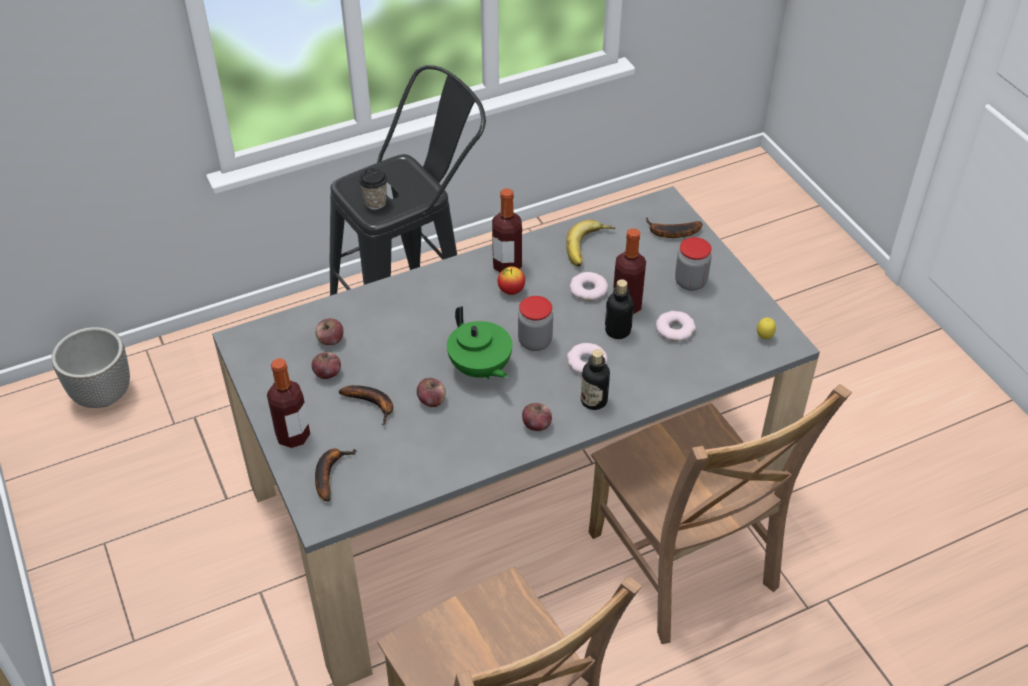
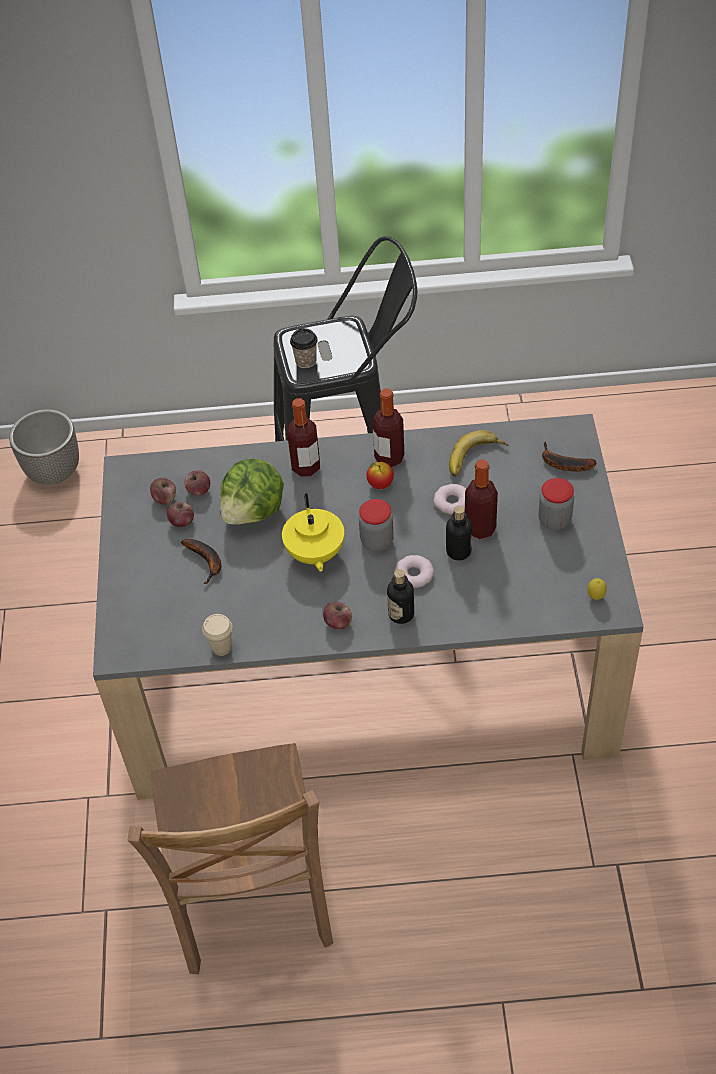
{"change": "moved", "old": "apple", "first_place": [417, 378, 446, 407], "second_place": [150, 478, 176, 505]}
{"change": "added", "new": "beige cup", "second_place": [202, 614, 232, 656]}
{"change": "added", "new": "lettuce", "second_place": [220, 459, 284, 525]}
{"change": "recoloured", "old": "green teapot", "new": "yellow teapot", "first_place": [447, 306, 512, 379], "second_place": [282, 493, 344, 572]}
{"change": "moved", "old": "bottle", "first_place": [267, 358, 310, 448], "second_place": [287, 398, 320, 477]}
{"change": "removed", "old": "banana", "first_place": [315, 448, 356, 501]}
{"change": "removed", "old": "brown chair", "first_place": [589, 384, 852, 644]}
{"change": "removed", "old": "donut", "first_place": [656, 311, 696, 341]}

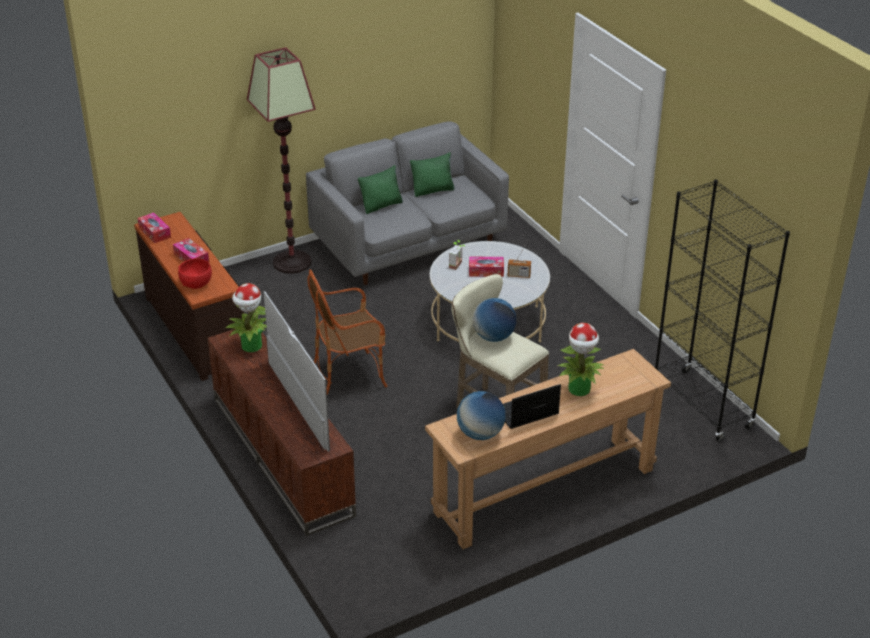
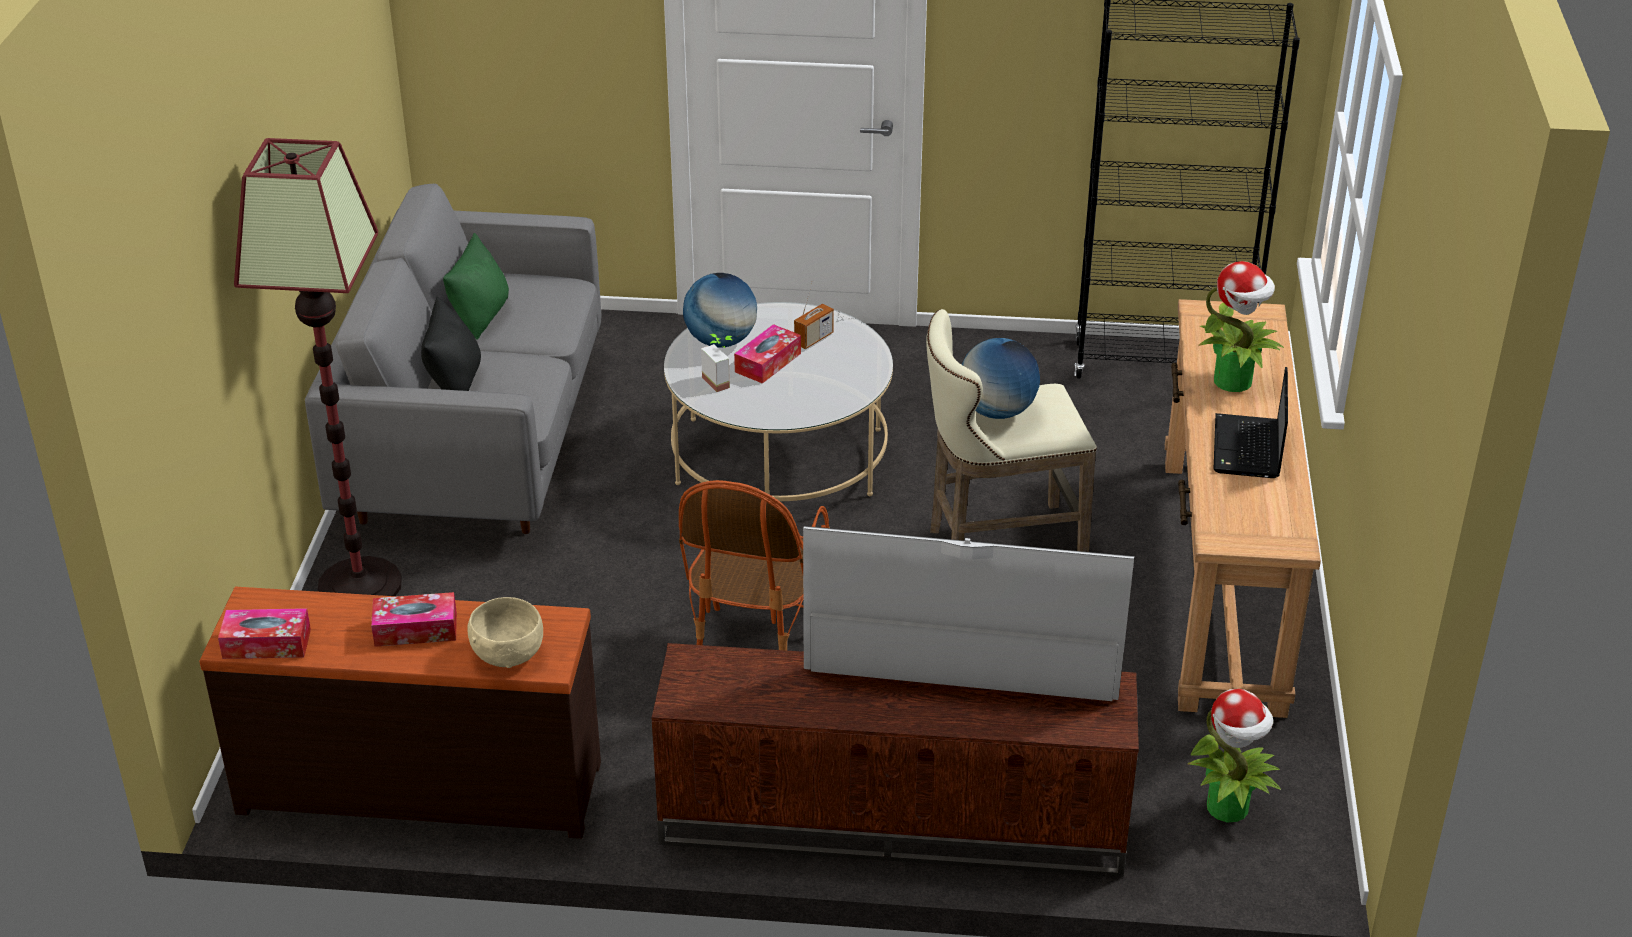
{"change": "recoloured", "old": "green pillow", "new": "black pillow", "first_place": [358, 165, 403, 214], "second_place": [421, 297, 481, 391]}
{"change": "recoloured", "old": "red bowl", "new": "beige bowl", "first_place": [178, 258, 212, 289], "second_place": [467, 597, 543, 668]}
{"change": "moved", "old": "globe", "first_place": [457, 391, 505, 440], "second_place": [683, 273, 757, 347]}
{"change": "moved", "old": "potted plant", "first_place": [226, 283, 267, 352], "second_place": [1187, 689, 1281, 822]}

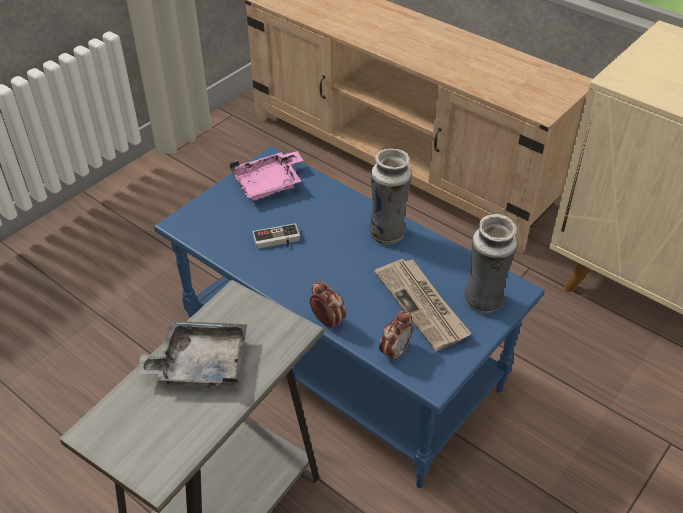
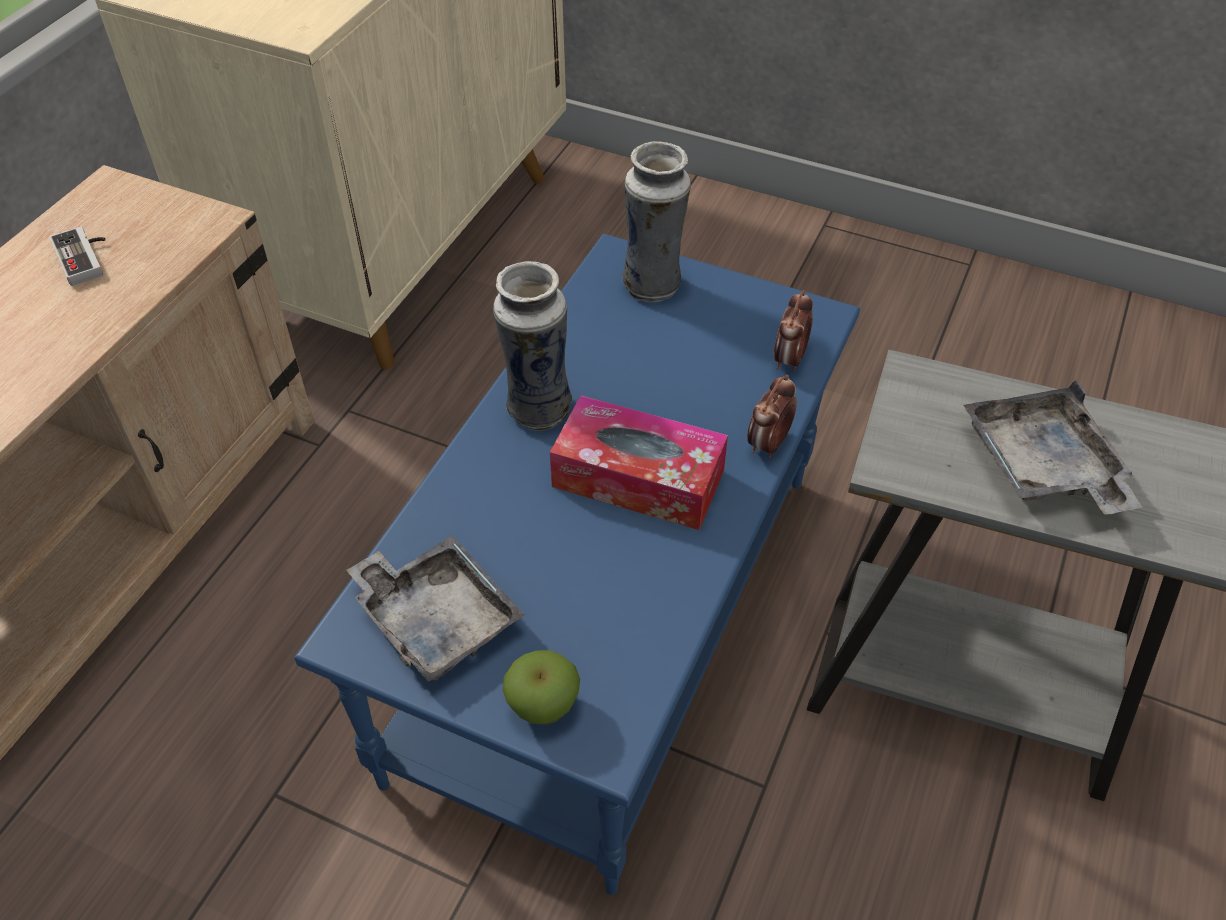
{"change": "moved", "old": "game controller", "first_place": [252, 223, 300, 249], "second_place": [49, 226, 106, 286]}
{"change": "recoloured", "old": "pink tray", "new": "grey tray", "first_place": [230, 151, 304, 201], "second_place": [346, 535, 524, 682]}
{"change": "added", "new": "apple", "second_place": [503, 650, 580, 725]}
{"change": "added", "new": "tissue box", "second_place": [550, 395, 728, 530]}
{"change": "turned", "old": "alarm clock", "first_place": [379, 310, 413, 362], "second_place": [774, 290, 813, 371], "degrees": -90}
{"change": "removed", "old": "newspaper", "first_place": [374, 259, 472, 351]}

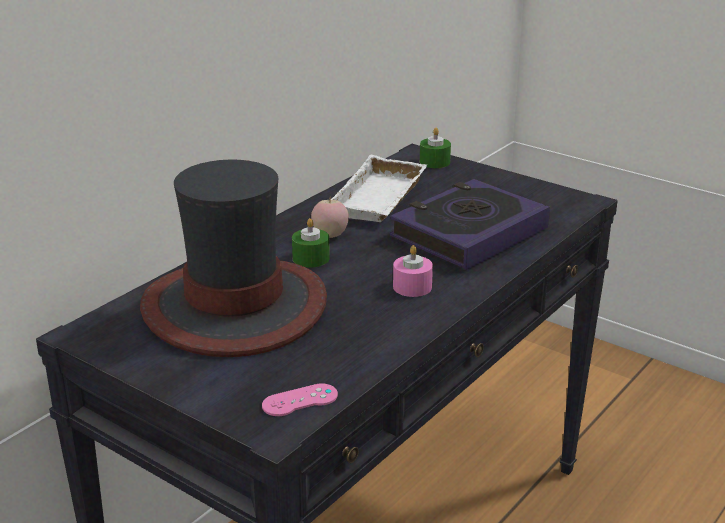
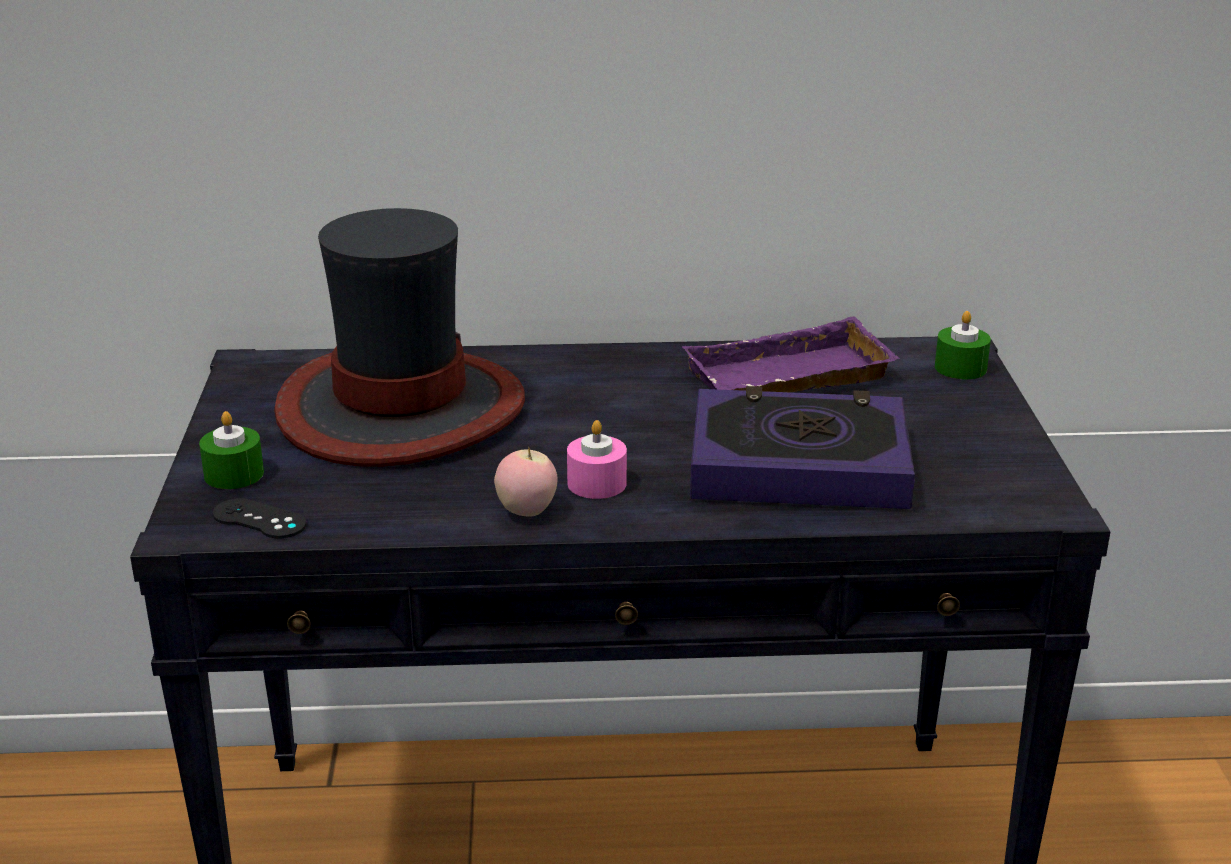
{"change": "moved", "old": "green candle", "first_place": [292, 218, 330, 267], "second_place": [199, 411, 264, 489]}
{"change": "recoloured", "old": "pink game controller", "new": "black game controller", "first_place": [262, 384, 338, 416], "second_place": [213, 498, 306, 538]}
{"change": "moved", "old": "apple", "first_place": [311, 198, 349, 238], "second_place": [494, 447, 558, 517]}
{"change": "recoloured", "old": "white tray", "new": "purple tray", "first_place": [331, 155, 427, 222], "second_place": [682, 317, 900, 392]}

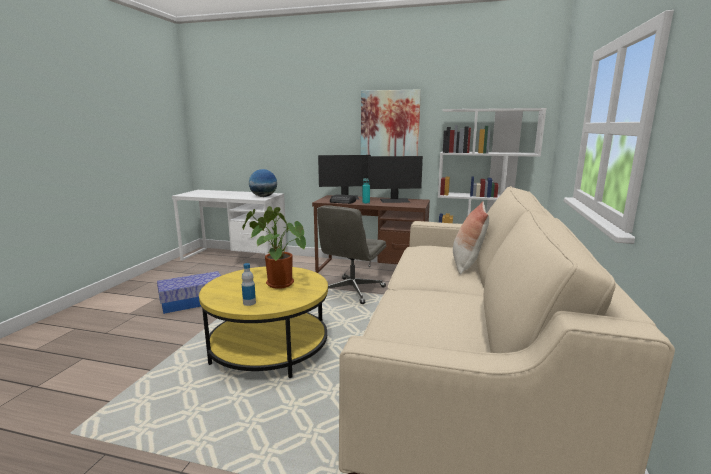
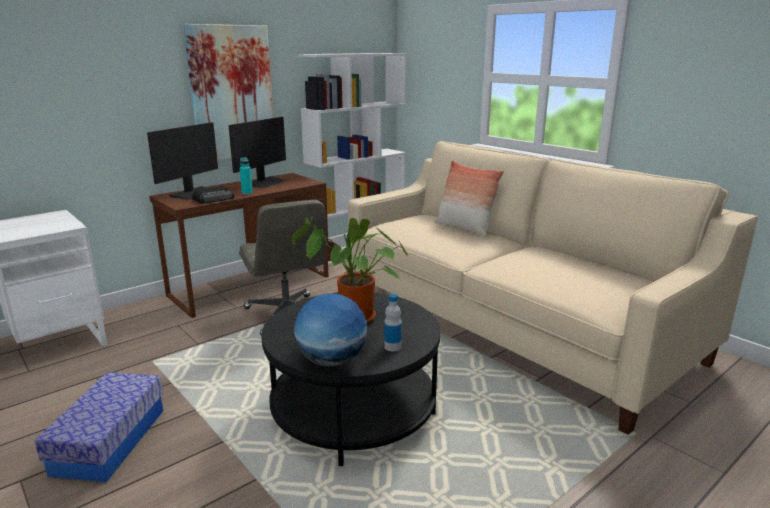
{"change": "recoloured", "old": "yellow coffee table", "new": "black coffee table", "first_place": [199, 266, 328, 378], "second_place": [262, 293, 440, 466]}
{"change": "moved", "old": "globe", "first_place": [249, 169, 277, 197], "second_place": [294, 293, 367, 367]}

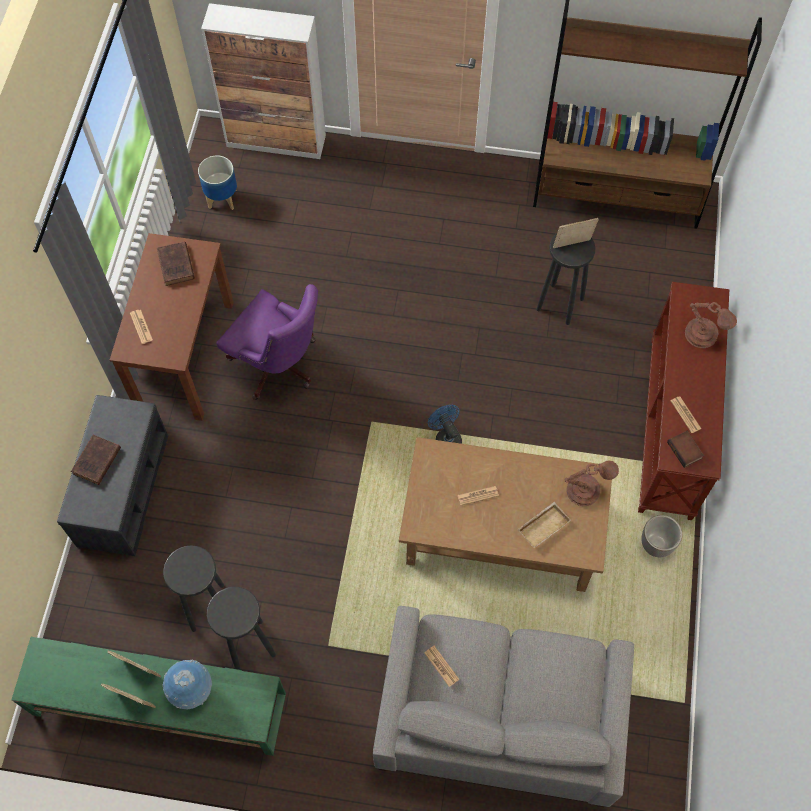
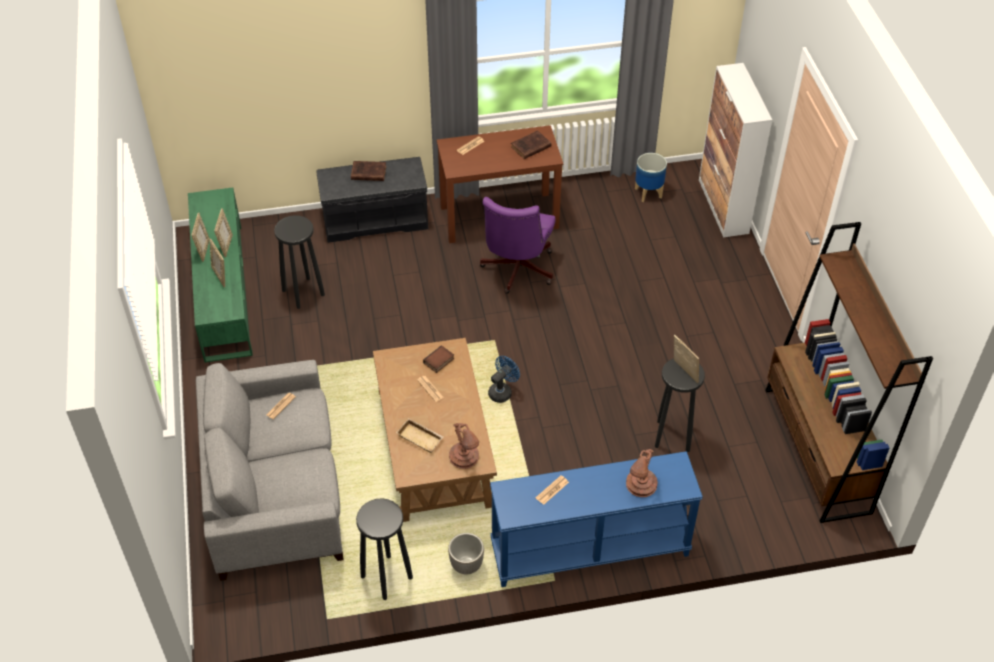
{"change": "replaced", "old": "globe", "new": "picture frame", "first_place": [162, 660, 212, 709], "second_place": [210, 239, 225, 287]}
{"change": "moved", "old": "black stool", "first_place": [207, 587, 276, 670], "second_place": [356, 498, 413, 600]}
{"change": "moved", "old": "book", "first_place": [667, 431, 704, 468], "second_place": [423, 345, 454, 373]}
{"change": "recoloured", "old": "brown console table", "new": "blue console table", "first_place": [638, 282, 729, 520], "second_place": [490, 451, 703, 587]}

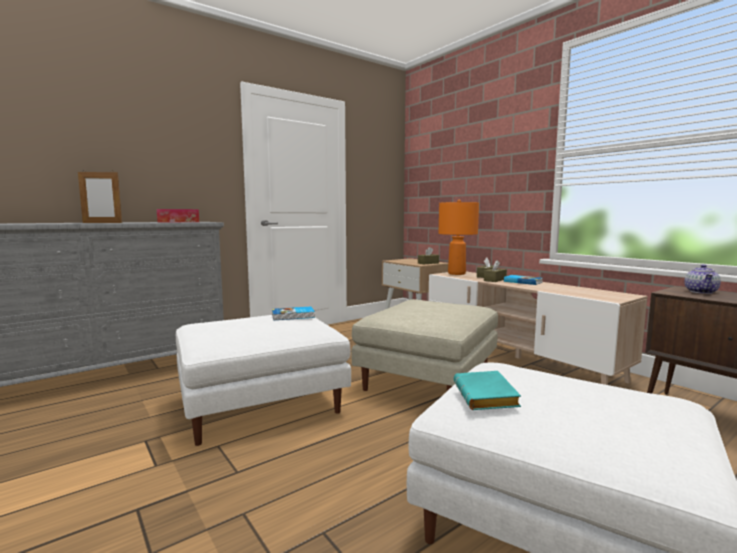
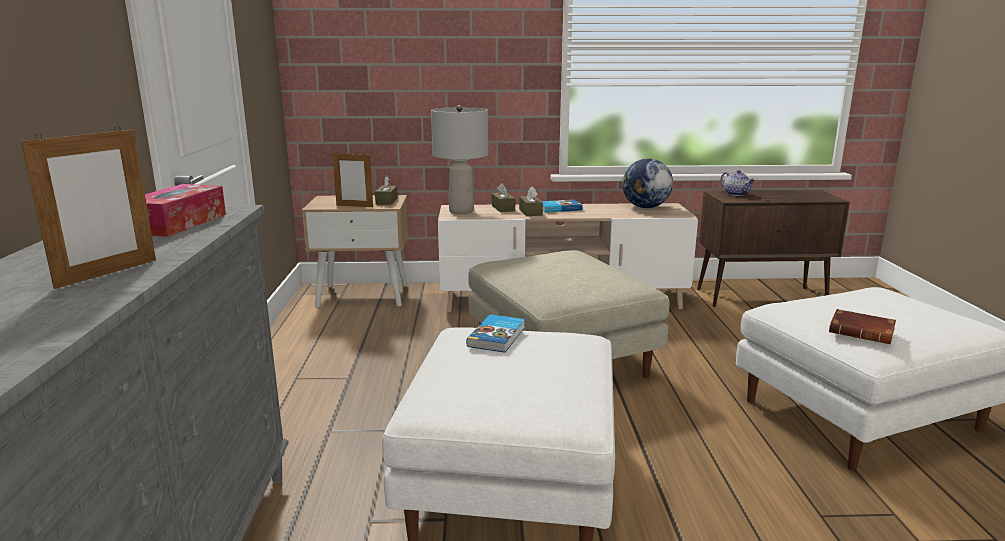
{"change": "added", "new": "picture frame", "second_place": [332, 153, 373, 207]}
{"change": "recoloured", "old": "orange table lamp", "new": "grey table lamp", "first_place": [438, 200, 479, 275], "second_place": [431, 105, 488, 214]}
{"change": "added", "new": "globe", "second_place": [622, 158, 673, 208]}
{"change": "recoloured", "old": "turquoise book", "new": "brown book", "first_place": [454, 371, 521, 410], "second_place": [829, 309, 896, 344]}

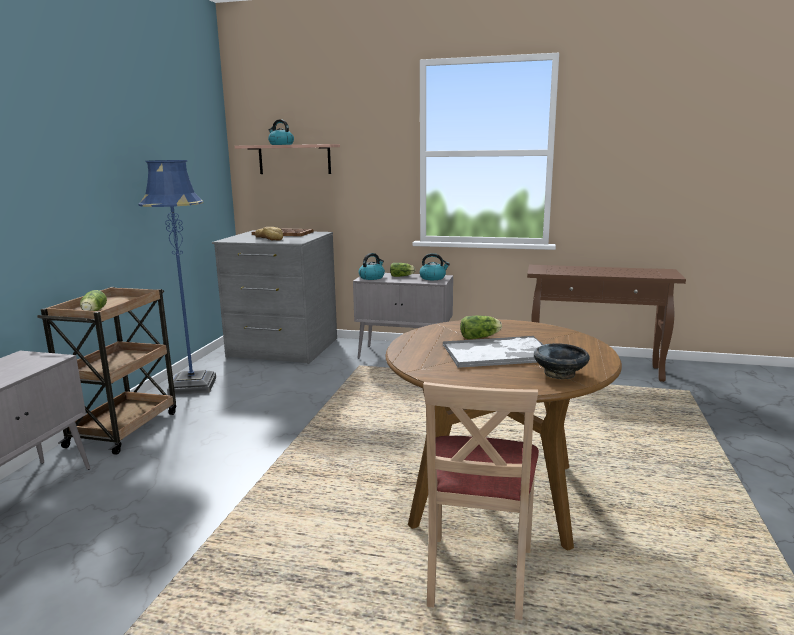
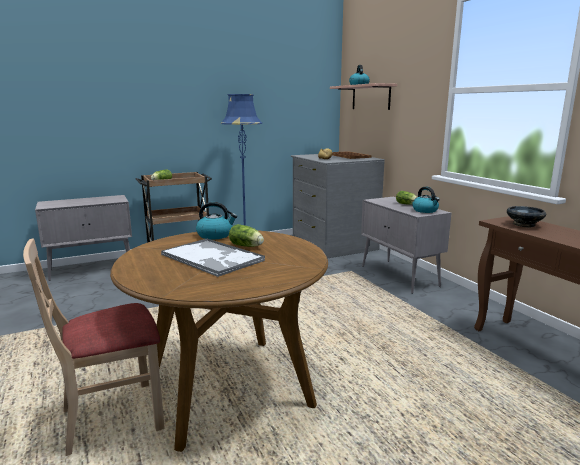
{"change": "moved", "old": "kettle", "first_place": [359, 253, 385, 280], "second_place": [196, 202, 237, 239]}
{"change": "moved", "old": "black bowl", "first_place": [534, 343, 590, 379], "second_place": [507, 206, 546, 227]}

